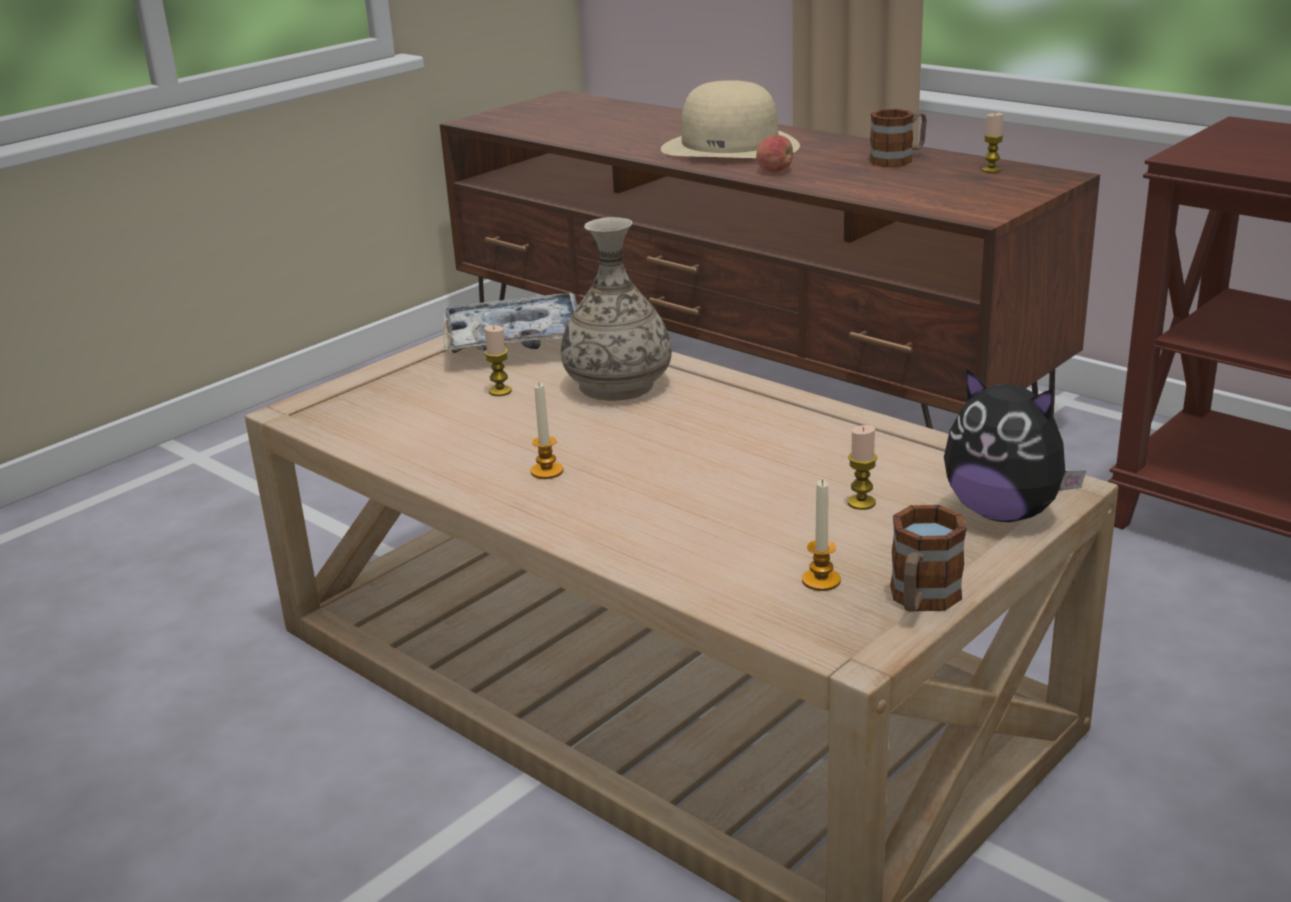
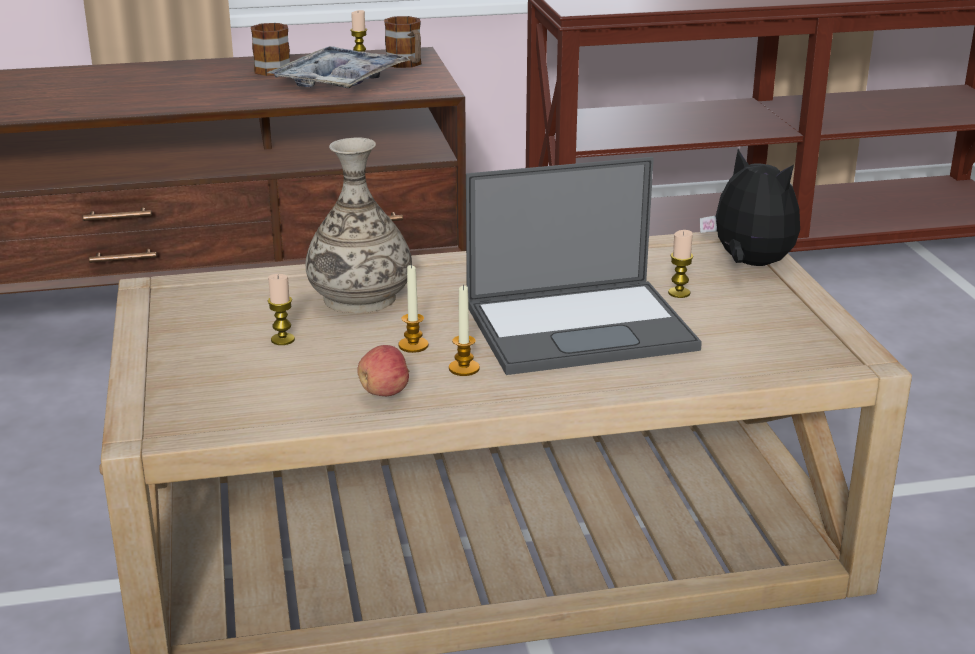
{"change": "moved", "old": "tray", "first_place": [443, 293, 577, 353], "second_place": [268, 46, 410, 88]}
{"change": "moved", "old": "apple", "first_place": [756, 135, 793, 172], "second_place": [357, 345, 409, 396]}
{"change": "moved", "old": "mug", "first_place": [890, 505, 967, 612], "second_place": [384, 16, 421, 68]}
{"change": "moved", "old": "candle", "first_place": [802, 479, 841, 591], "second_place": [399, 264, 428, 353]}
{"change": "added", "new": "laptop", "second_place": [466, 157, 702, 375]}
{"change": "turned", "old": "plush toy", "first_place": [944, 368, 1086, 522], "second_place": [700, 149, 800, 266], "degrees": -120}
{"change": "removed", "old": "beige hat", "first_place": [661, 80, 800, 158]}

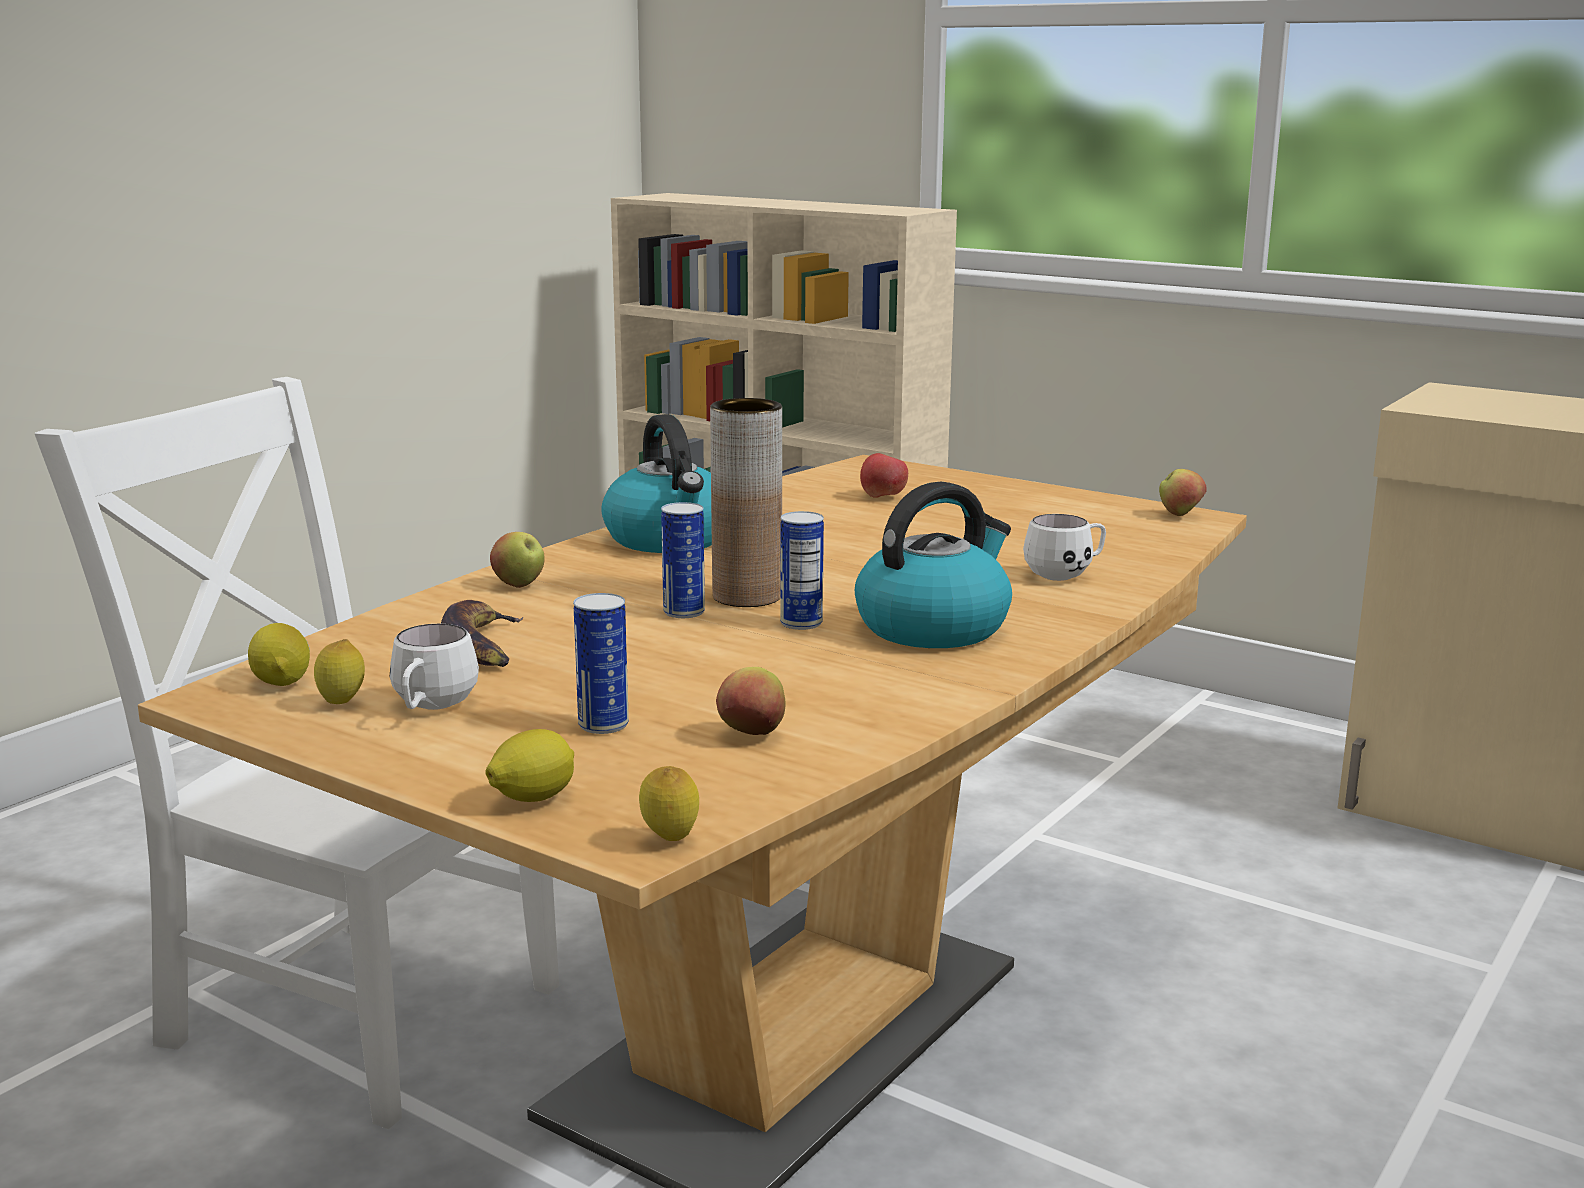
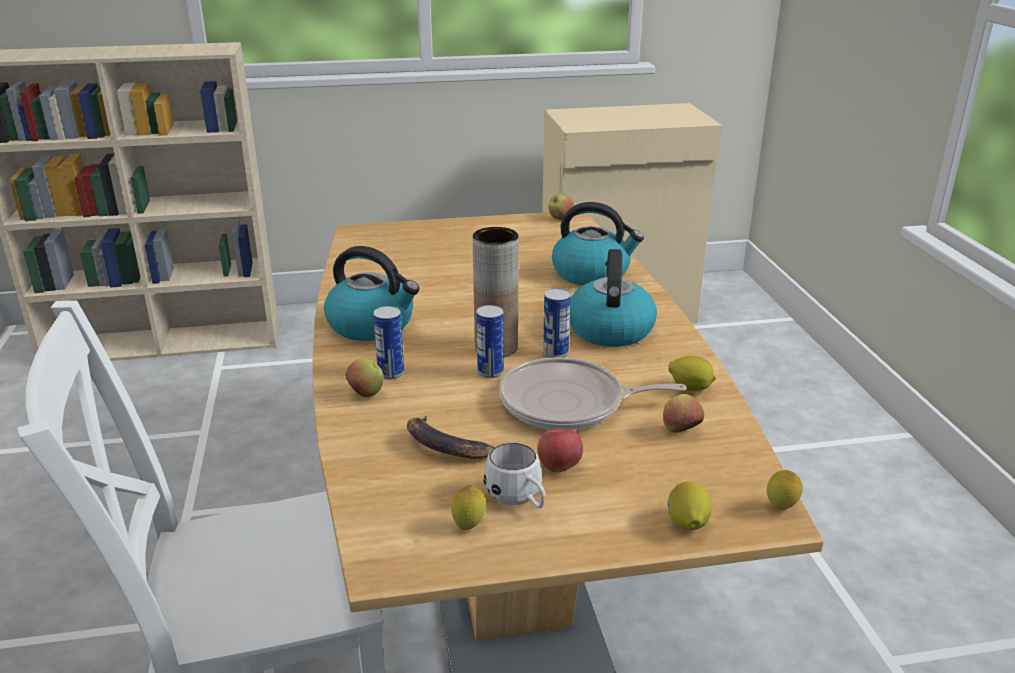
{"change": "moved", "old": "can", "first_place": [573, 593, 629, 734], "second_place": [373, 306, 404, 380]}
{"change": "added", "new": "frying pan", "second_place": [499, 357, 687, 430]}
{"change": "moved", "old": "apple", "first_place": [860, 453, 908, 498], "second_place": [537, 428, 583, 473]}
{"change": "replaced", "old": "white mug", "new": "kettle", "first_place": [1023, 514, 1106, 581], "second_place": [552, 202, 644, 285]}
{"change": "moved", "old": "lemon", "first_place": [248, 623, 310, 686], "second_place": [668, 356, 716, 391]}

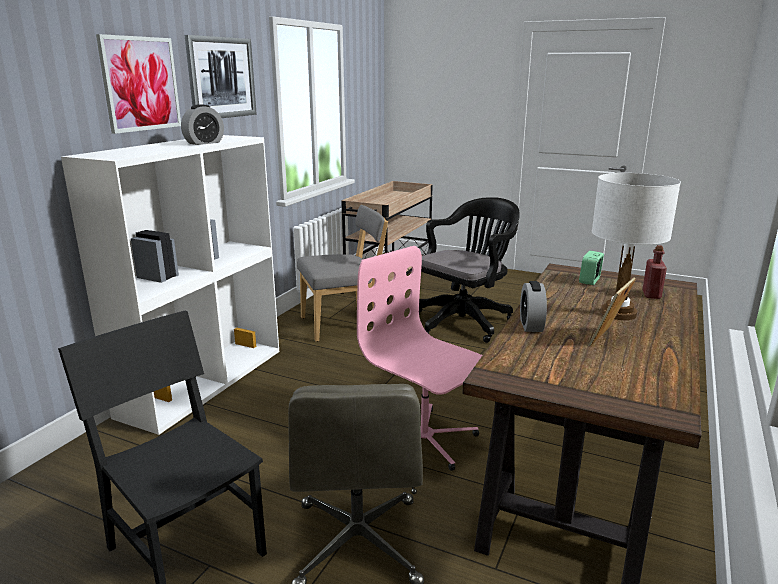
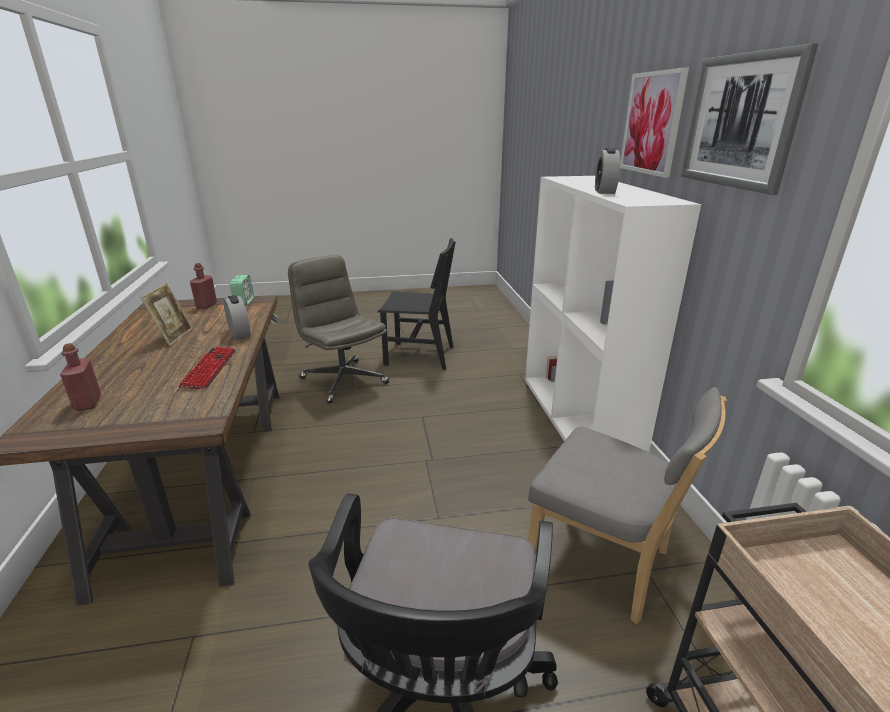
{"change": "added", "new": "keyboard", "second_place": [178, 347, 236, 389]}
{"change": "added", "new": "red bottle", "second_place": [190, 263, 217, 309]}
{"change": "moved", "old": "alarm clock", "first_place": [579, 251, 604, 285], "second_place": [230, 275, 254, 305]}
{"change": "turned", "old": "grey chair", "first_place": [297, 205, 388, 342], "second_place": [528, 387, 727, 624], "degrees": -90}
{"change": "removed", "old": "pink office chair", "first_place": [357, 246, 482, 471]}
{"change": "removed", "old": "white table lamp", "first_place": [592, 173, 681, 320]}

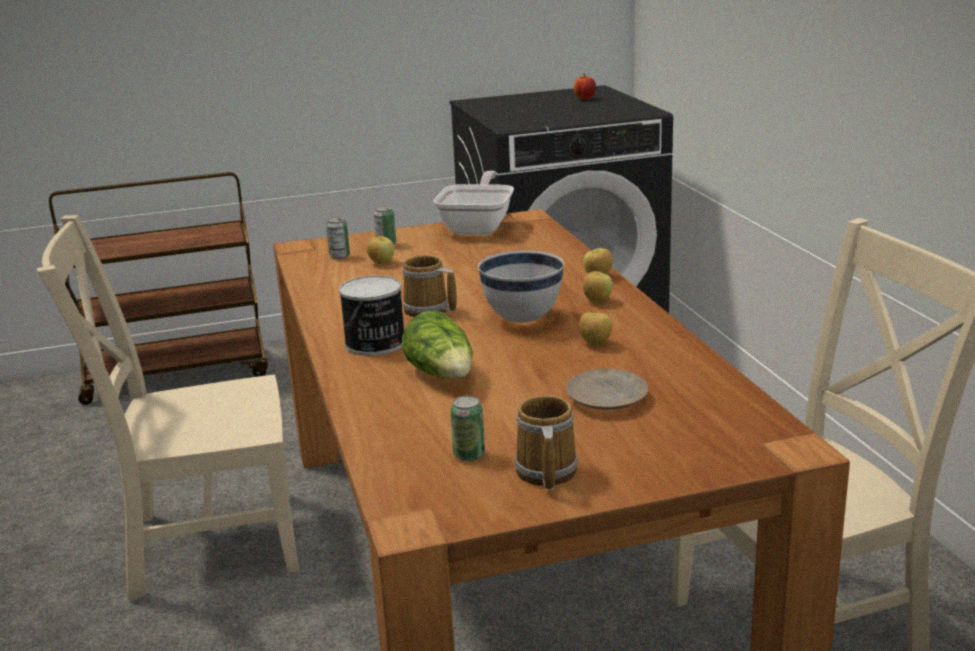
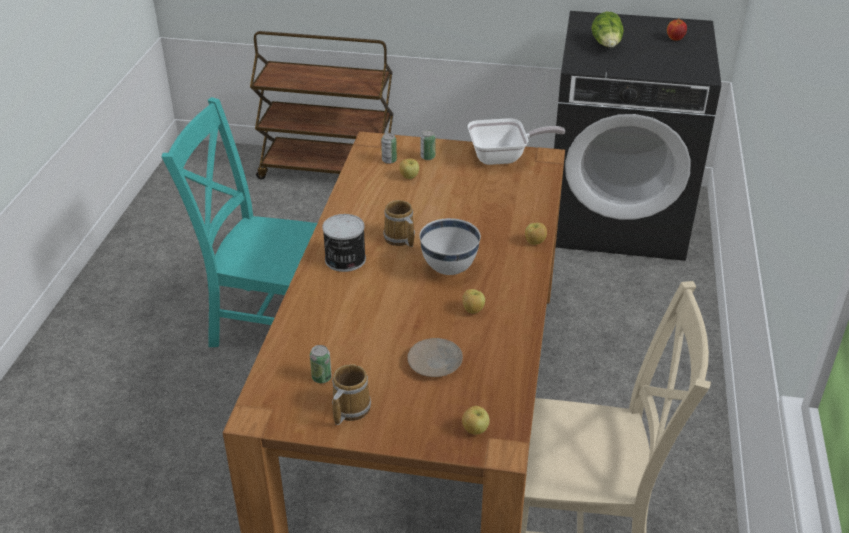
{"change": "recoloured", "old": "beige chair", "new": "turquoise chair", "first_place": [37, 215, 299, 601], "second_place": [162, 97, 317, 347]}
{"change": "moved", "old": "apple", "first_place": [583, 271, 613, 302], "second_place": [462, 406, 490, 434]}
{"change": "turned", "old": "frying pan", "first_place": [433, 171, 514, 235], "second_place": [468, 118, 565, 165], "degrees": 45}
{"change": "moved", "old": "lettuce", "first_place": [402, 310, 473, 378], "second_place": [591, 12, 624, 48]}

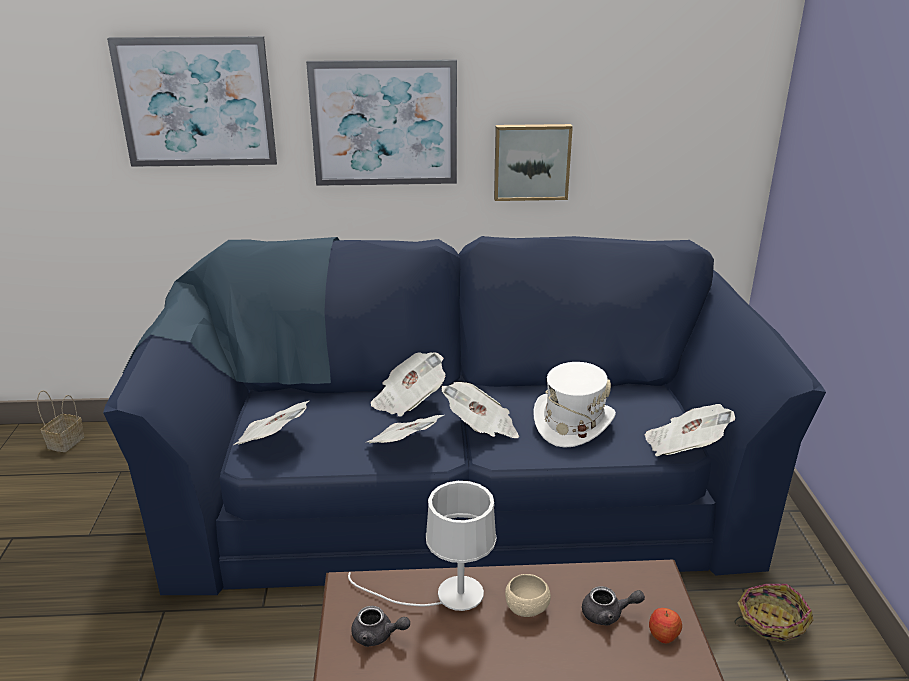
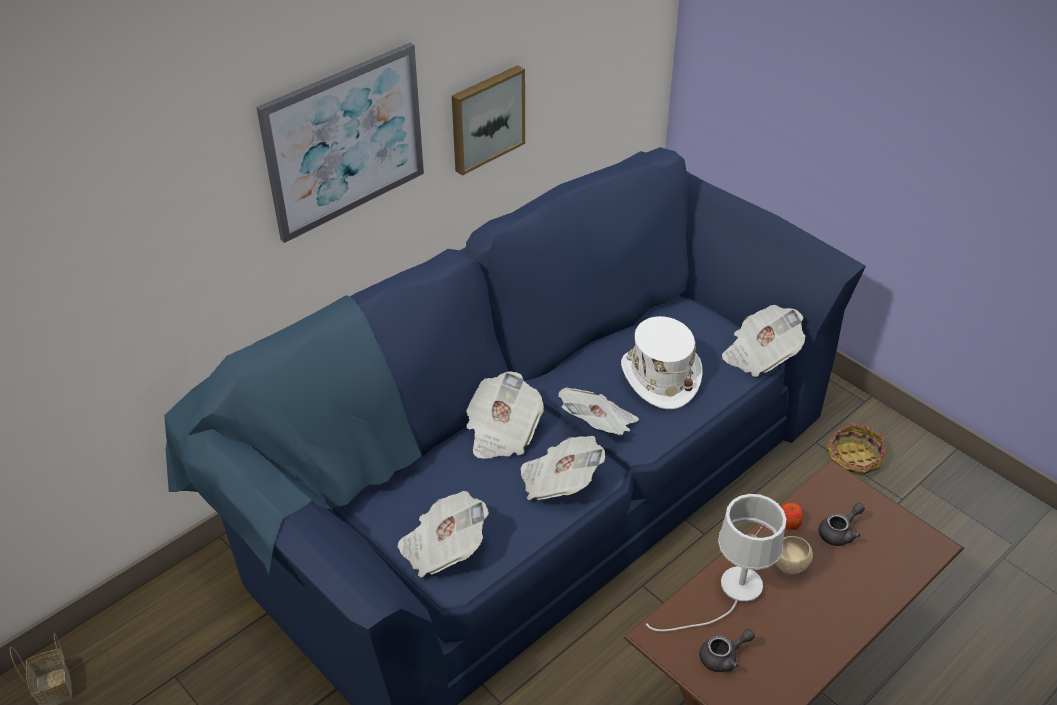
{"change": "moved", "old": "apple", "first_place": [649, 608, 682, 643], "second_place": [781, 503, 803, 530]}
{"change": "removed", "old": "picture", "first_place": [107, 36, 277, 167]}

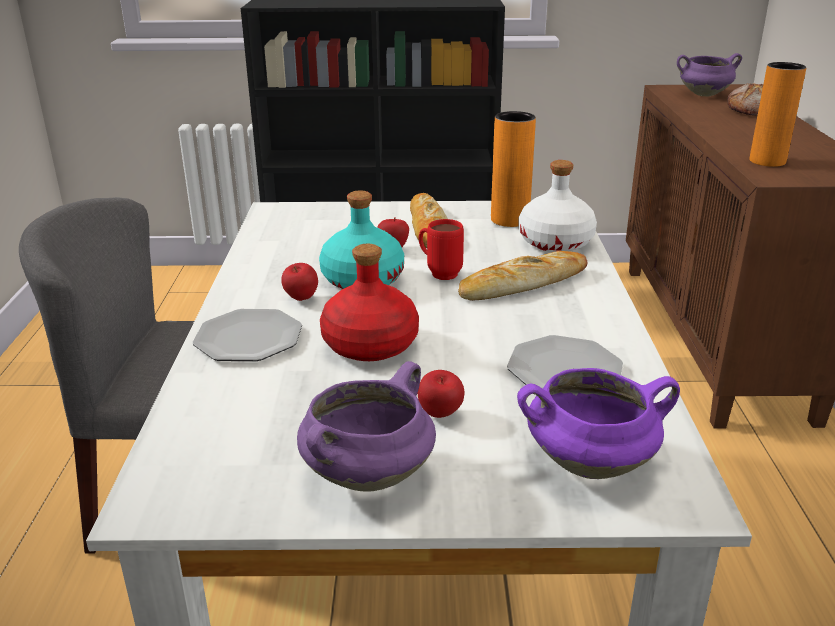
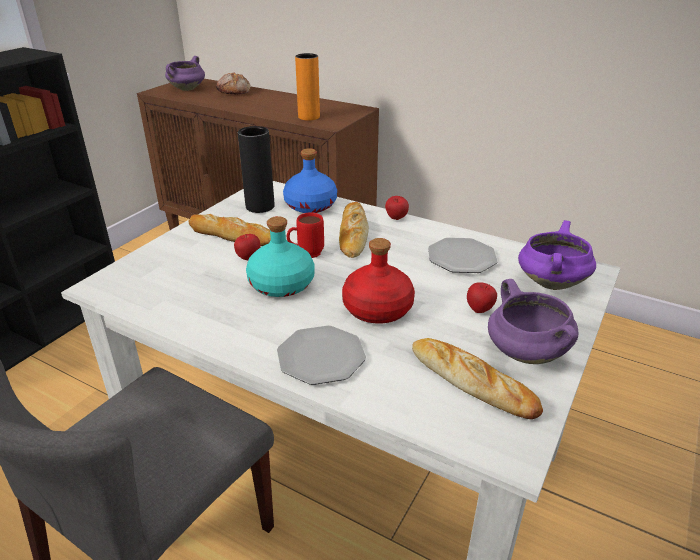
{"change": "recoloured", "old": "orange vase", "new": "black vase", "first_place": [491, 111, 536, 227], "second_place": [238, 126, 274, 213]}
{"change": "recoloured", "old": "white bottle", "new": "blue bottle", "first_place": [519, 160, 597, 252], "second_place": [283, 148, 337, 213]}
{"change": "moved", "old": "apple", "first_place": [281, 263, 318, 301], "second_place": [385, 196, 409, 220]}
{"change": "added", "new": "bread", "second_place": [412, 338, 543, 419]}

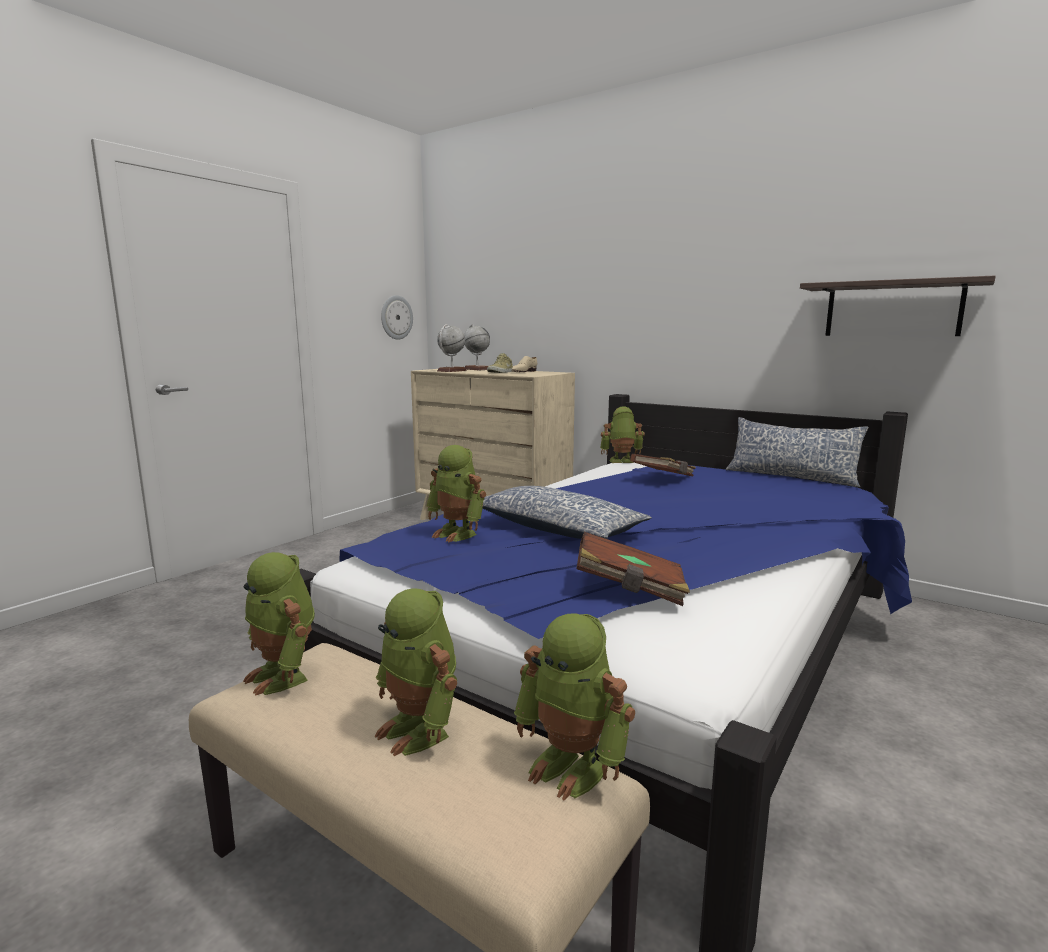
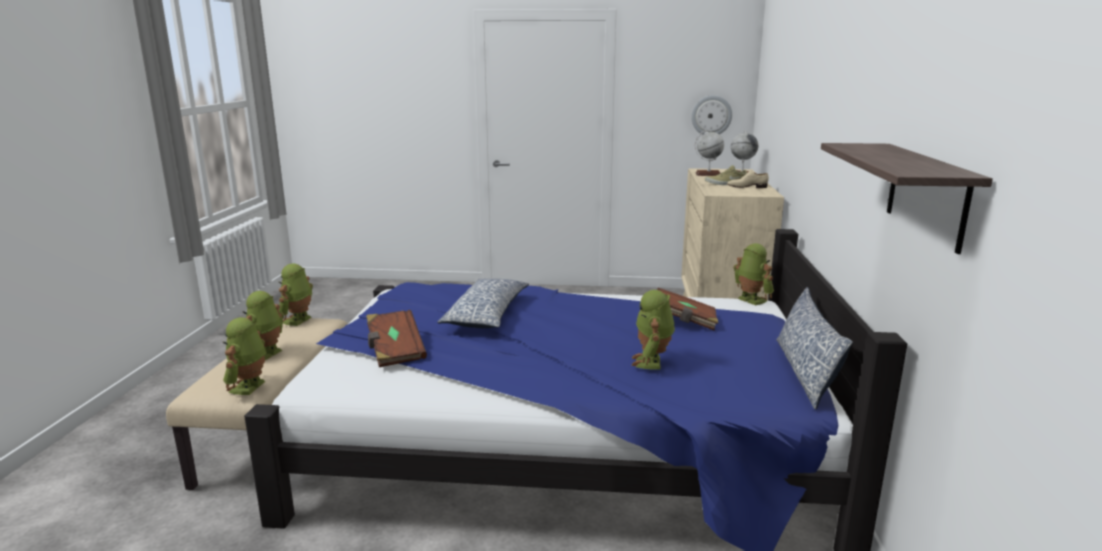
{"change": "moved", "old": "toy robot", "first_place": [426, 445, 486, 542], "second_place": [632, 290, 675, 370]}

